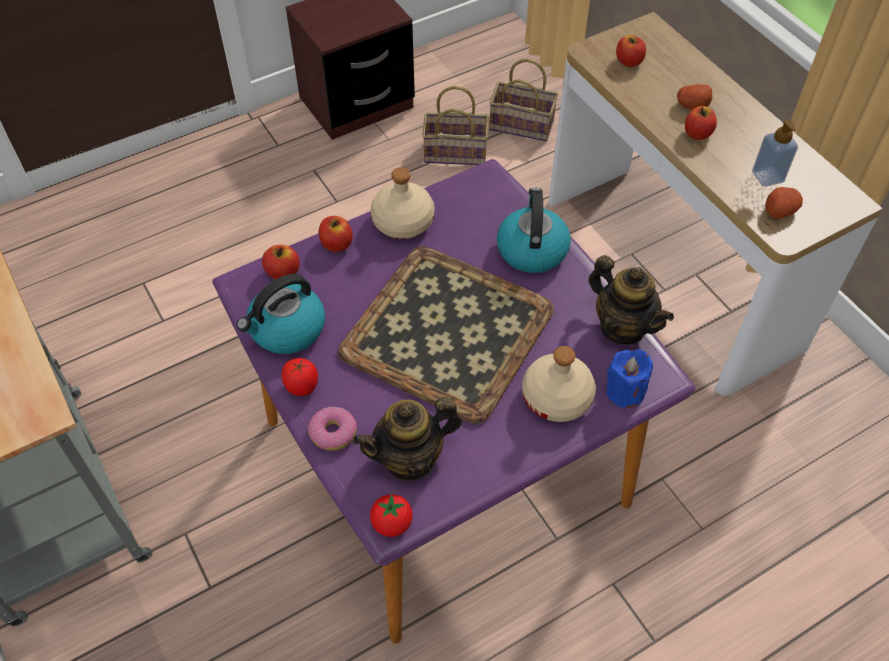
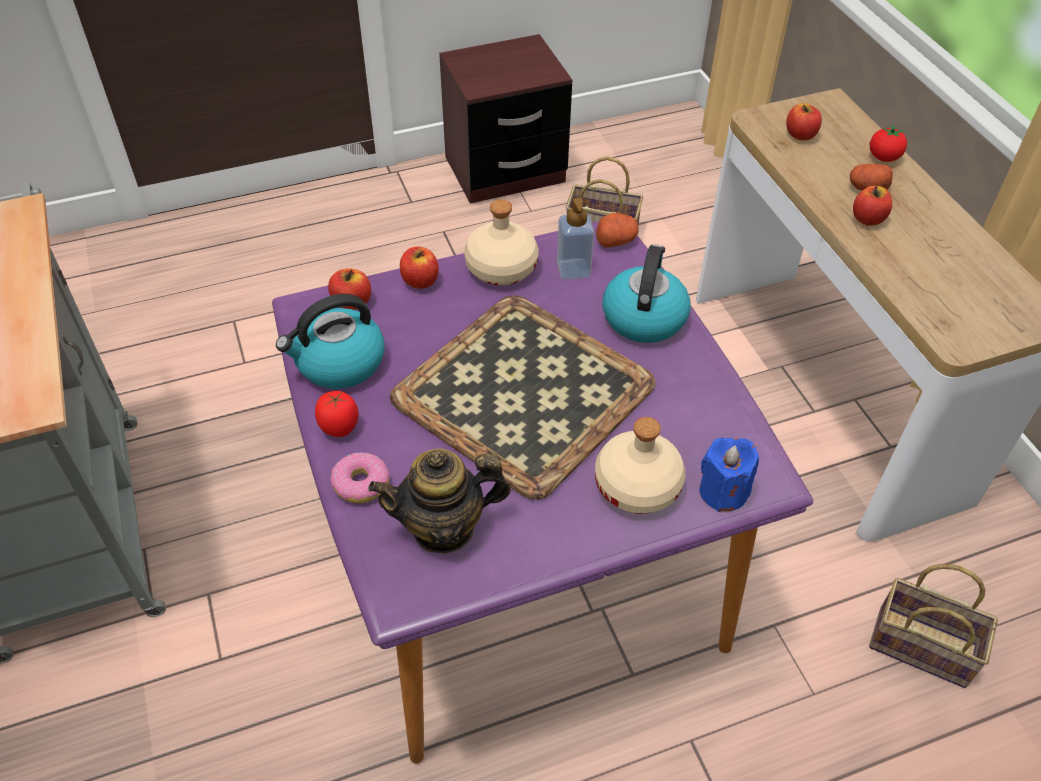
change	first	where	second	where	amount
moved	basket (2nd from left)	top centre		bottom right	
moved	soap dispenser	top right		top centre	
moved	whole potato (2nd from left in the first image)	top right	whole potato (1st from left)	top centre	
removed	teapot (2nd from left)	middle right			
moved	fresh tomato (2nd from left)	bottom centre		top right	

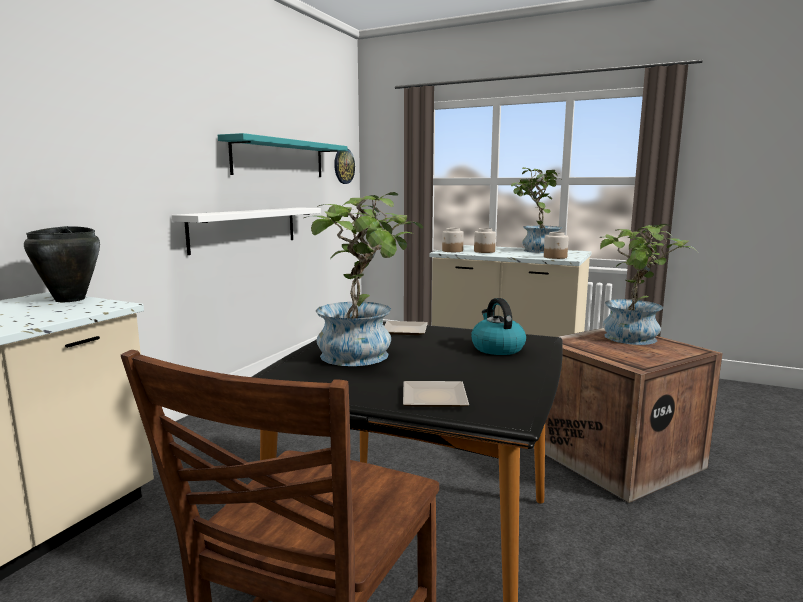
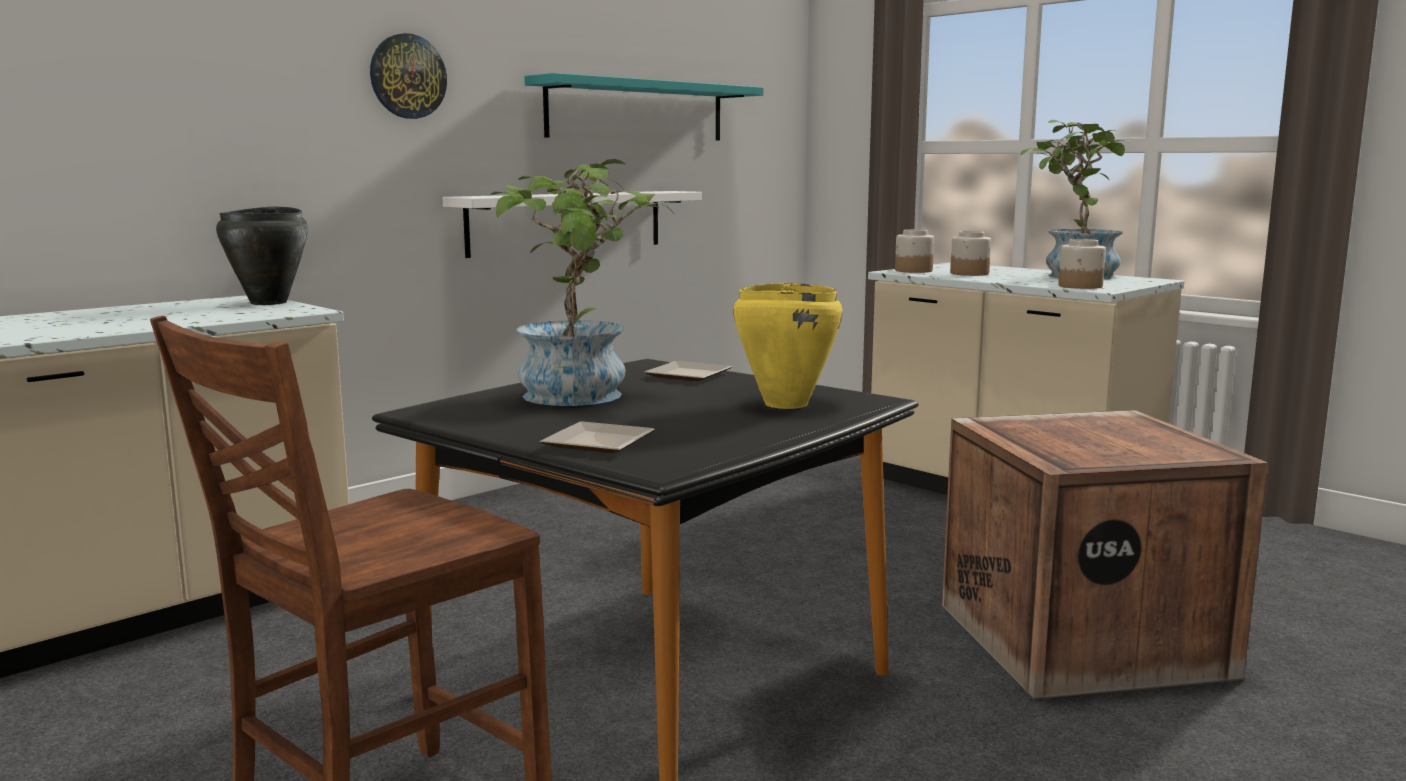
change	first	where	second	where	amount
moved	hanging clock	top centre		top left	
removed	houseplant (3rd from left)	middle right			
replaced	kettle	centre	yellow-coloured saucepot	centre	

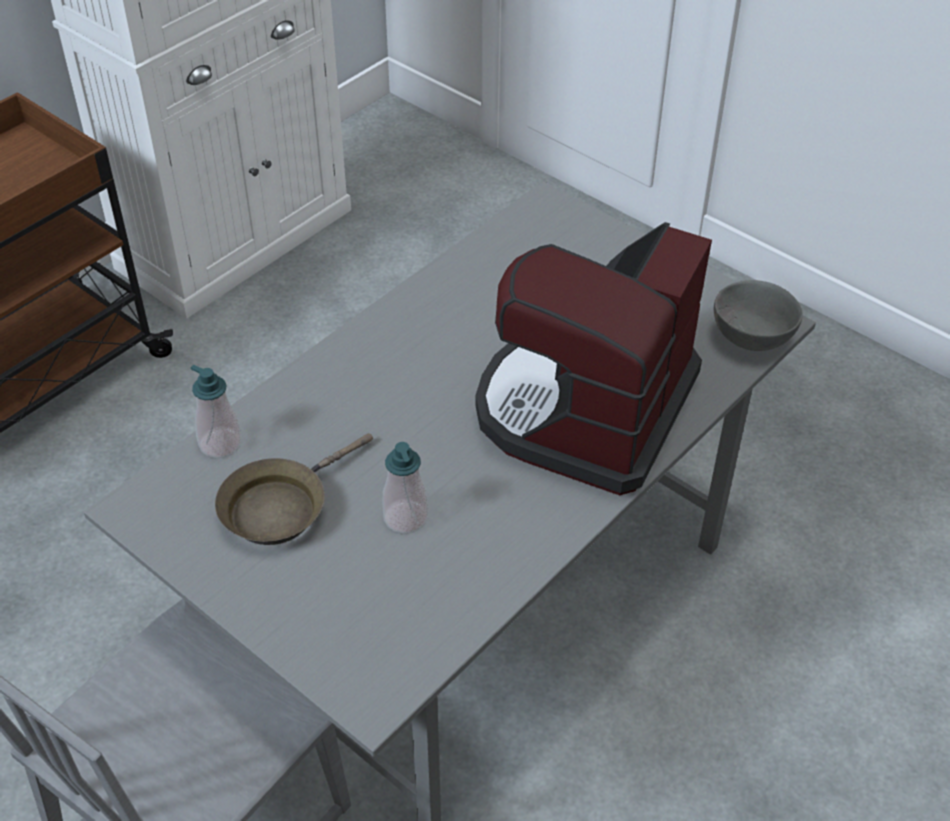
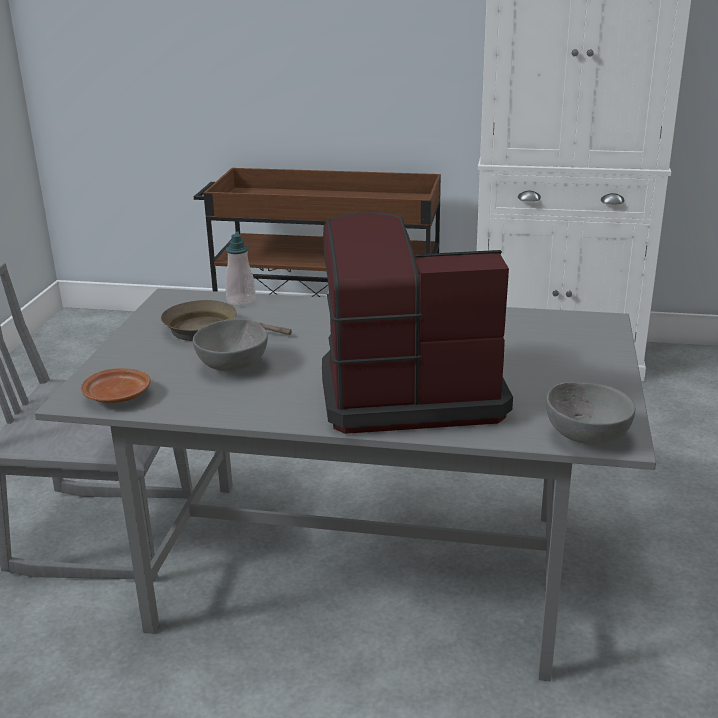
change	first	where	second	where	amount
replaced	soap dispenser (2nd from left)	centre	greyish bowl (1st from left)	middle left	
added			brown-coloured dinner plate	middle left	

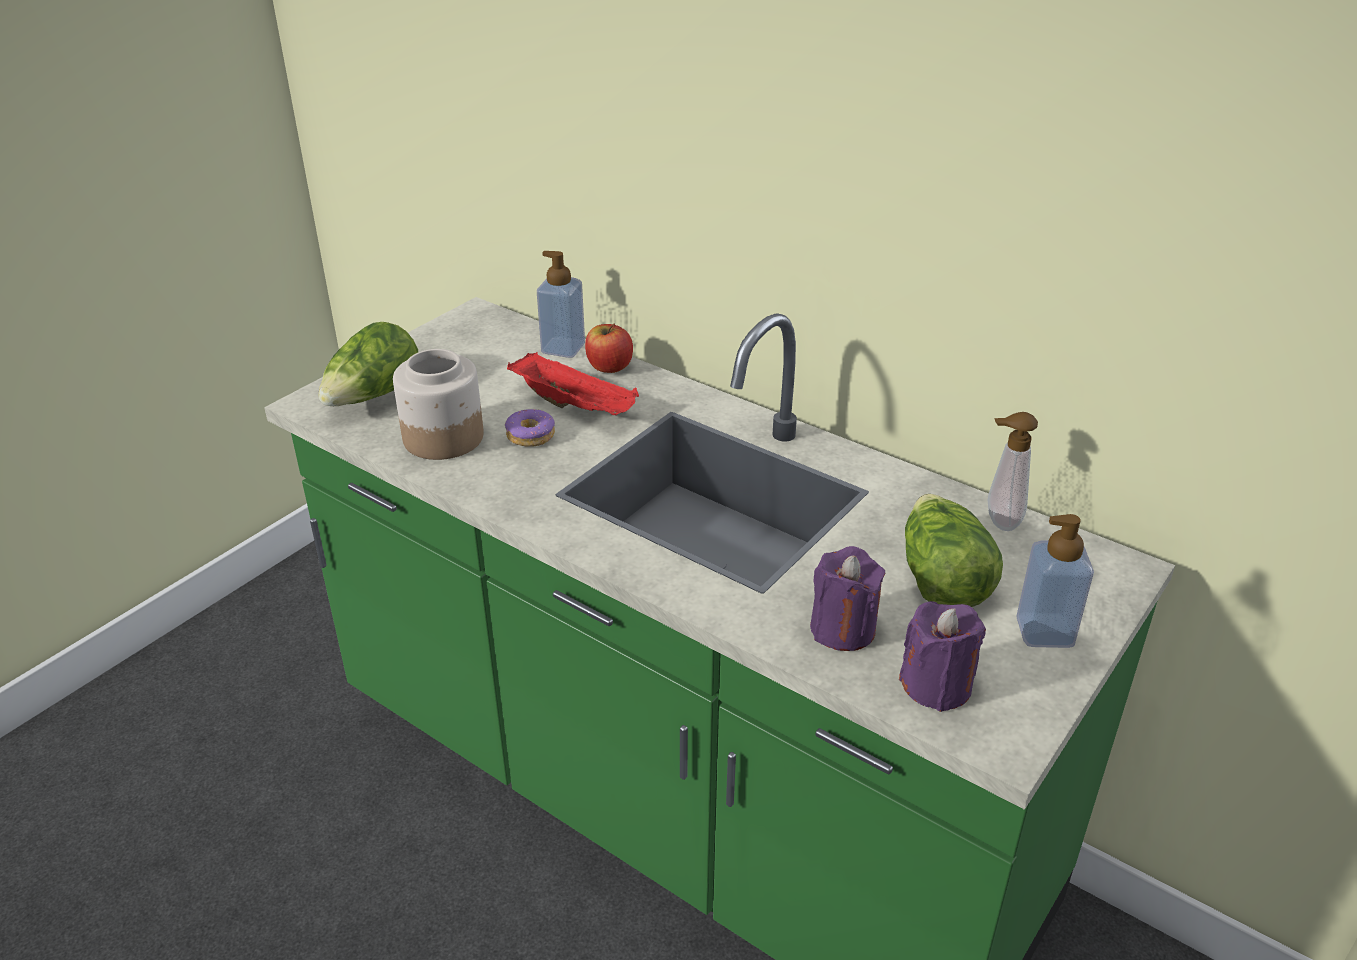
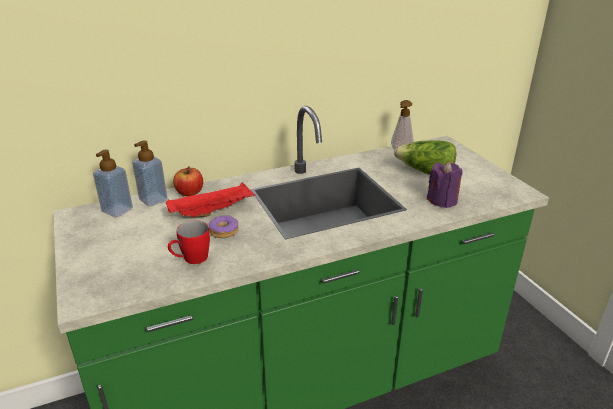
change	first	where	second	where	amount
removed	lettuce head (1st from left)	middle left			
replaced	storage jar	middle left	red-coloured coffee mug	middle left	
moved	soap dispenser (3rd from left in the first image)	middle right	soap dispenser (1st from left)	middle left	
removed	purple-coloured wax light (2nd from left)	bottom right			

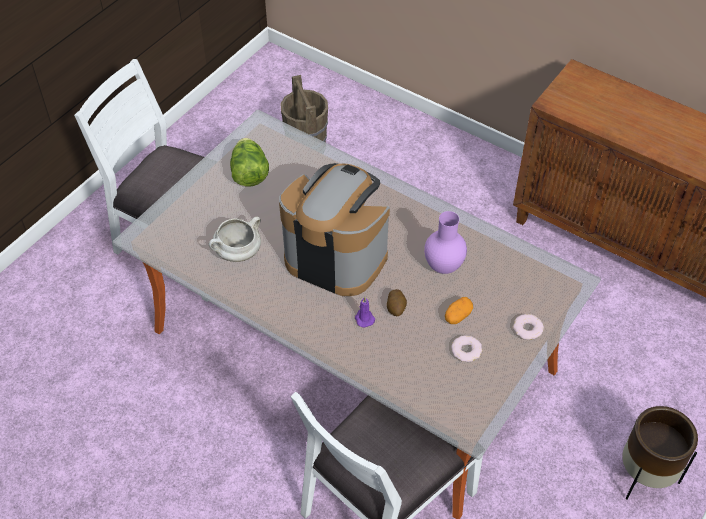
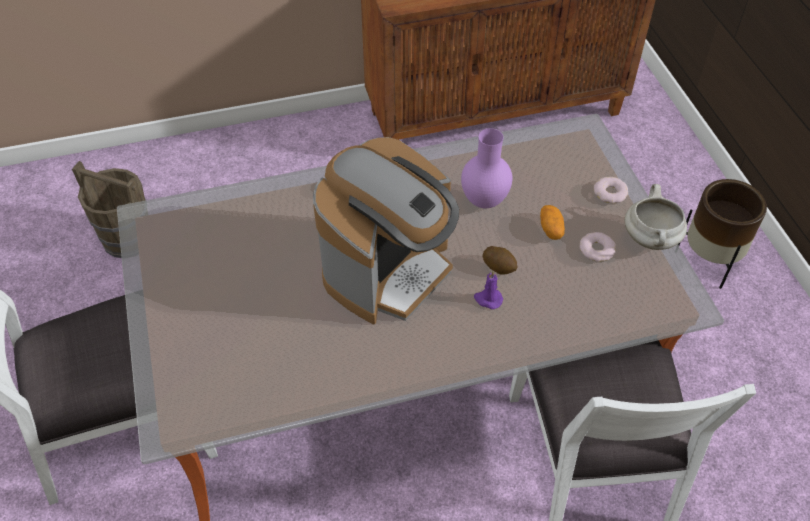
change	first	where	second	where	amount
removed	lettuce head	top centre			
turned	coffee maker	centre		centre	150 degrees clockwise
moved	white-coloured saucepot	middle left		middle right	

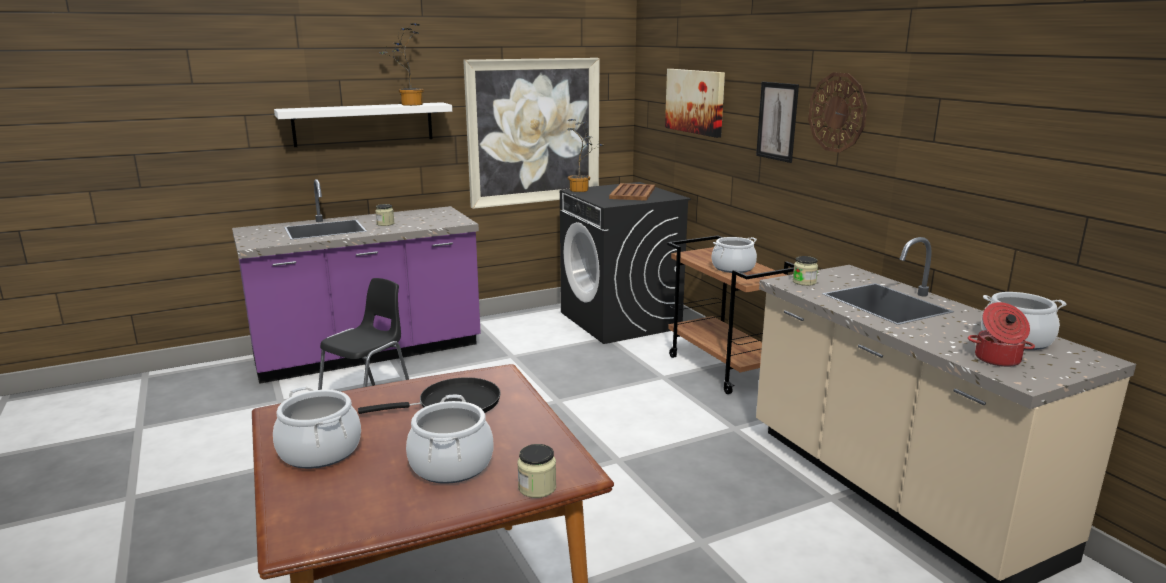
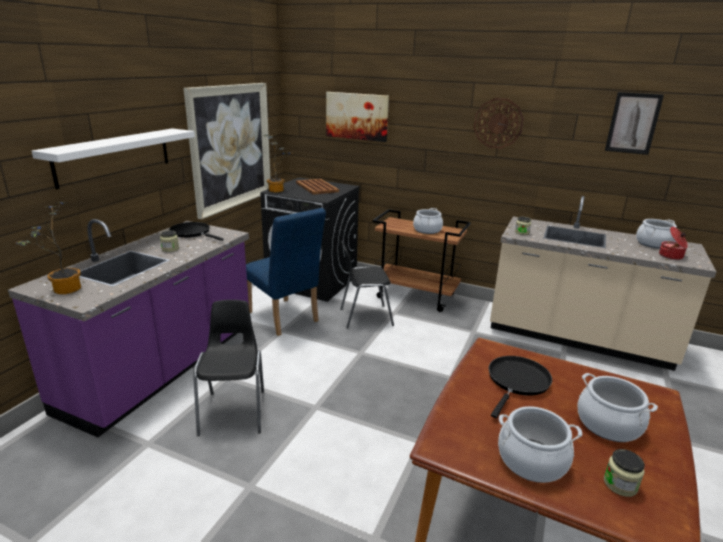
change	first	where	second	where	amount
moved	houseplant (1st from left)	top centre		middle left	
moved	wall picture (3rd from left)	top centre		top right	
moved	storage jar (2nd from left in the first image)	bottom centre	storage jar (3rd from left)	bottom right	
added			bluish plain chair	centre	
added			blackish skillet (1st from left)	middle left	
added			blackish plain chair (2nd from left)	centre	

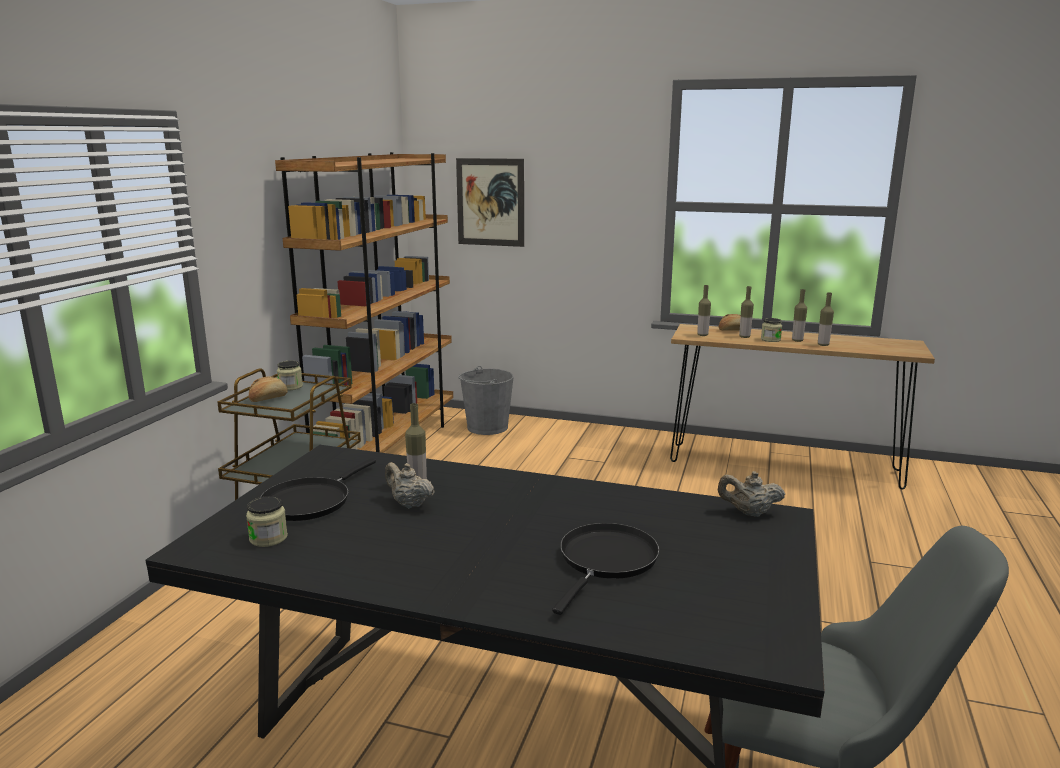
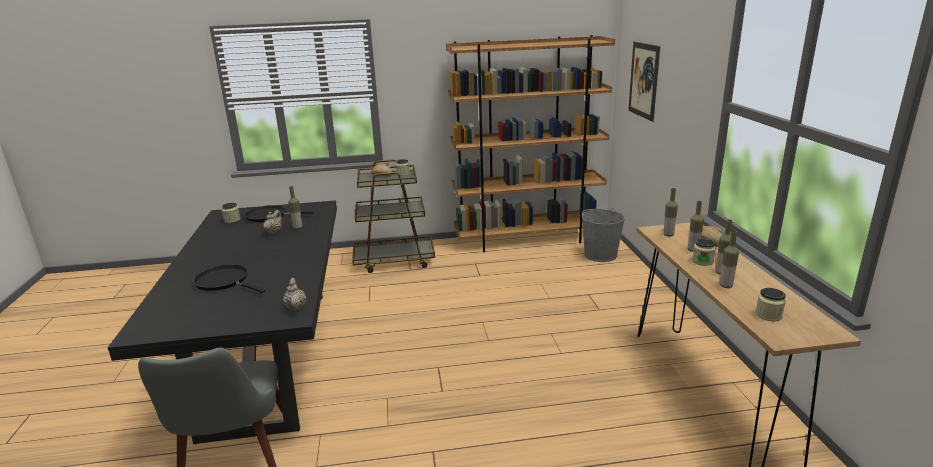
change	first	where	second	where	amount
turned	blackish skillet (2nd from left in the first image)	bottom centre	blackish skillet (1st from left)	middle left	150 degrees counterclockwise
added			storage jar (4th from left)	middle right	

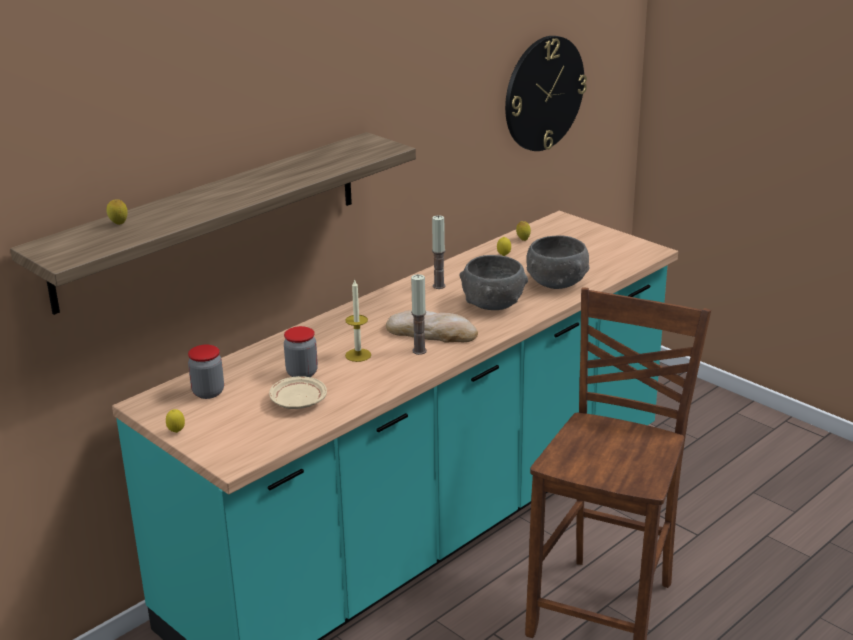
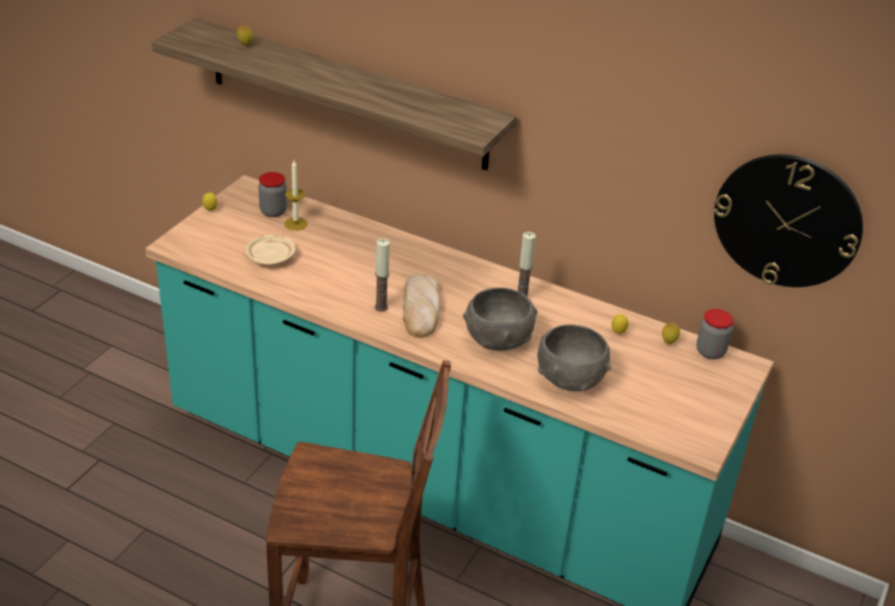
change	first	where	second	where	amount
moved	wax light (1st from left)	centre		top left	
moved	storage jar (2nd from left)	centre		middle right	

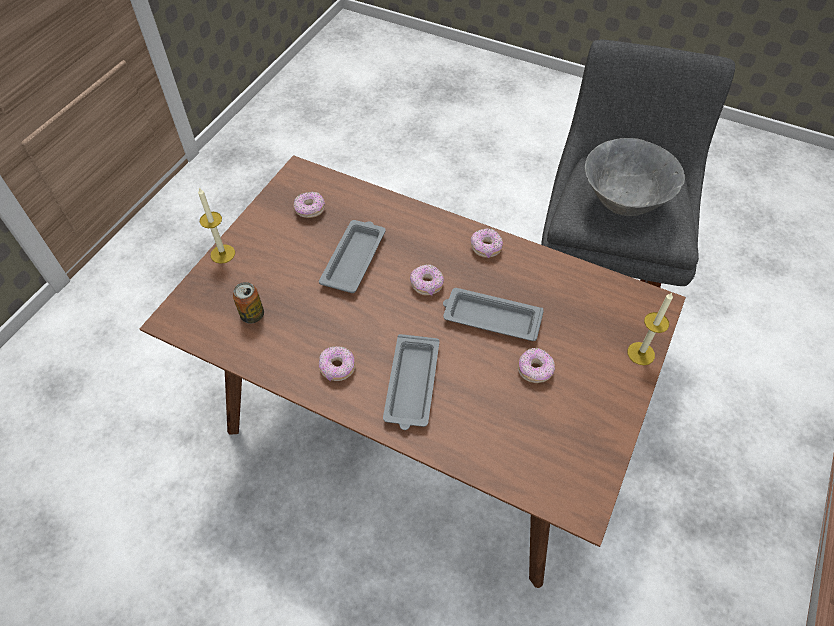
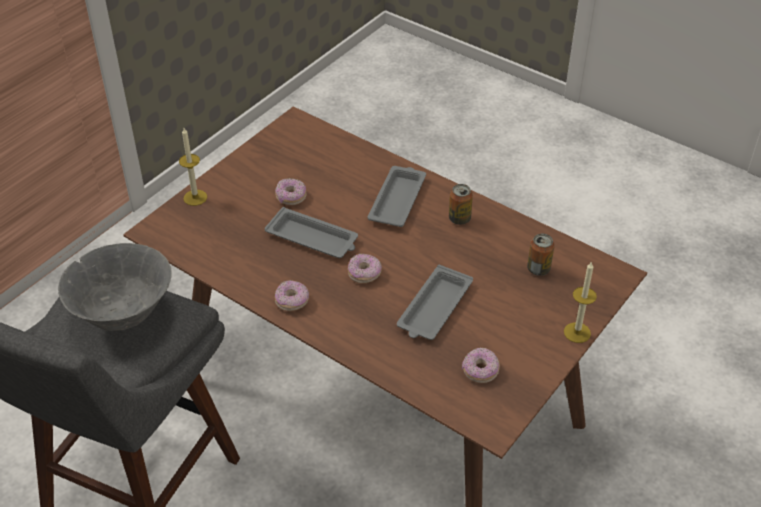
change	first	where	second	where	amount
replaced	ring doughnut (2nd from left)	centre	can (1st from left)	centre	

